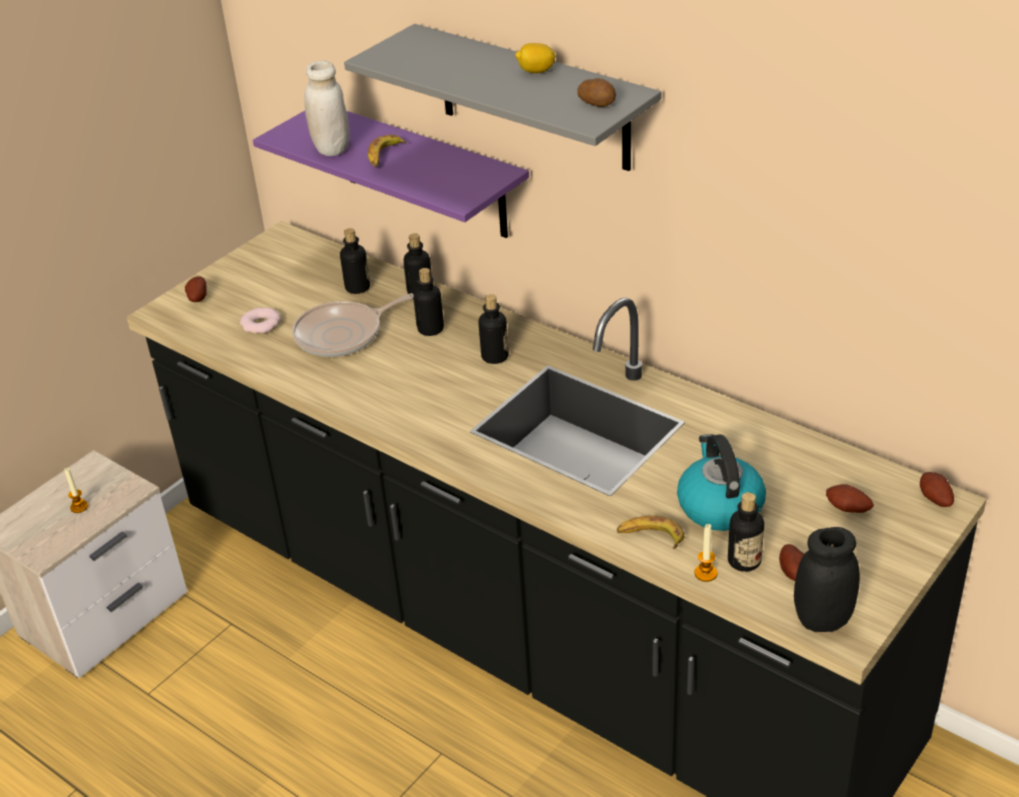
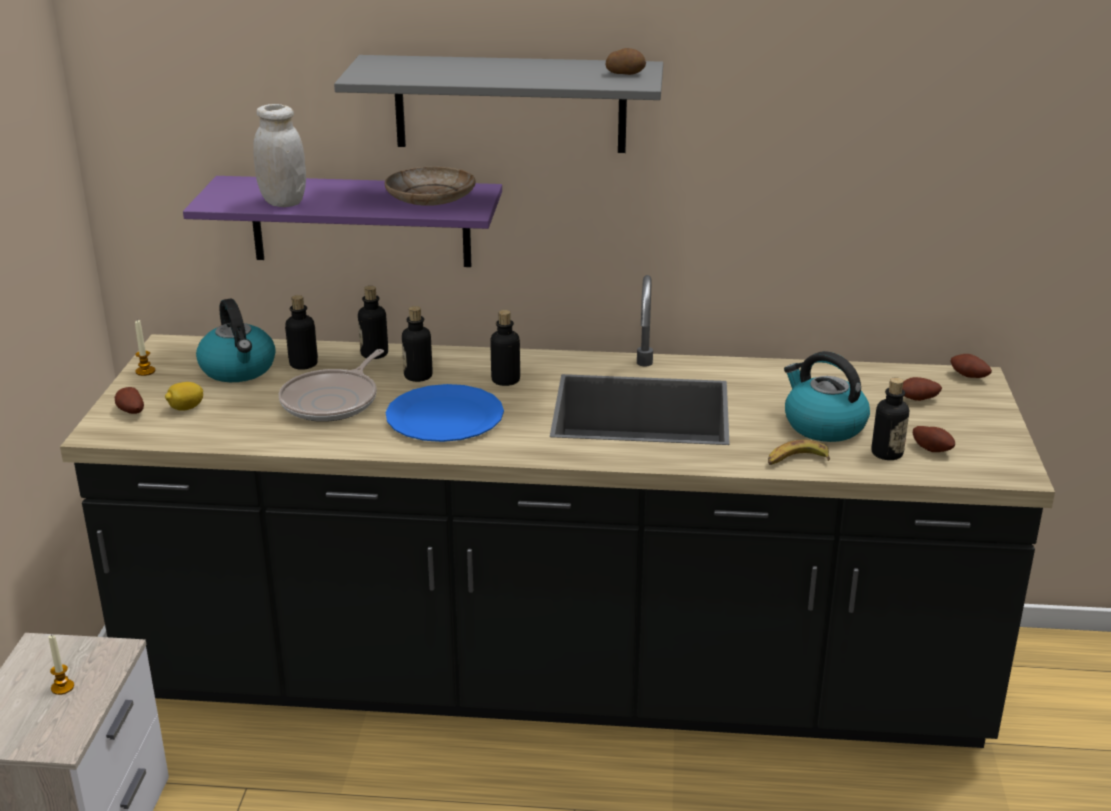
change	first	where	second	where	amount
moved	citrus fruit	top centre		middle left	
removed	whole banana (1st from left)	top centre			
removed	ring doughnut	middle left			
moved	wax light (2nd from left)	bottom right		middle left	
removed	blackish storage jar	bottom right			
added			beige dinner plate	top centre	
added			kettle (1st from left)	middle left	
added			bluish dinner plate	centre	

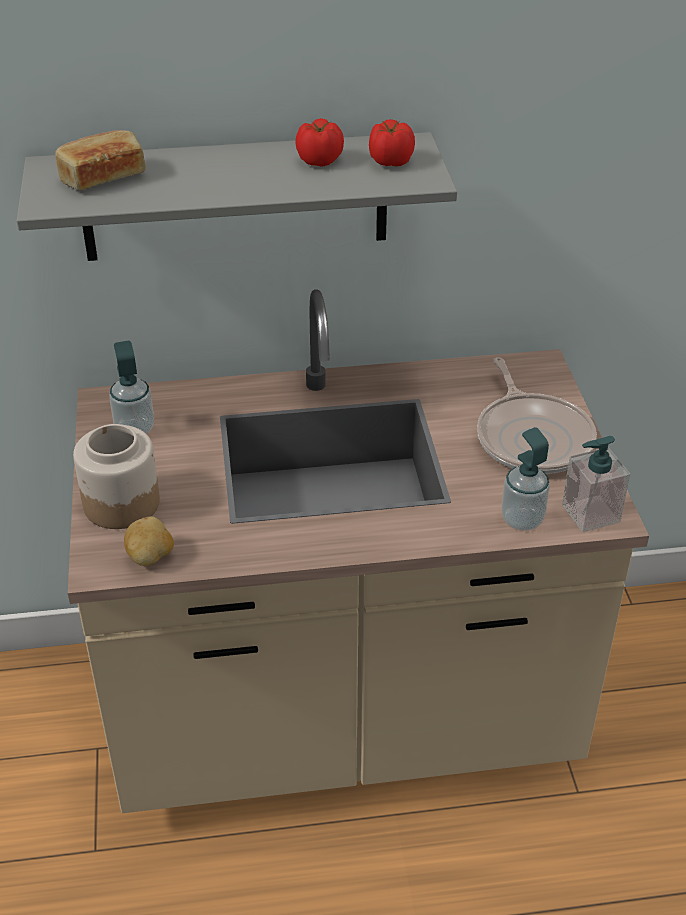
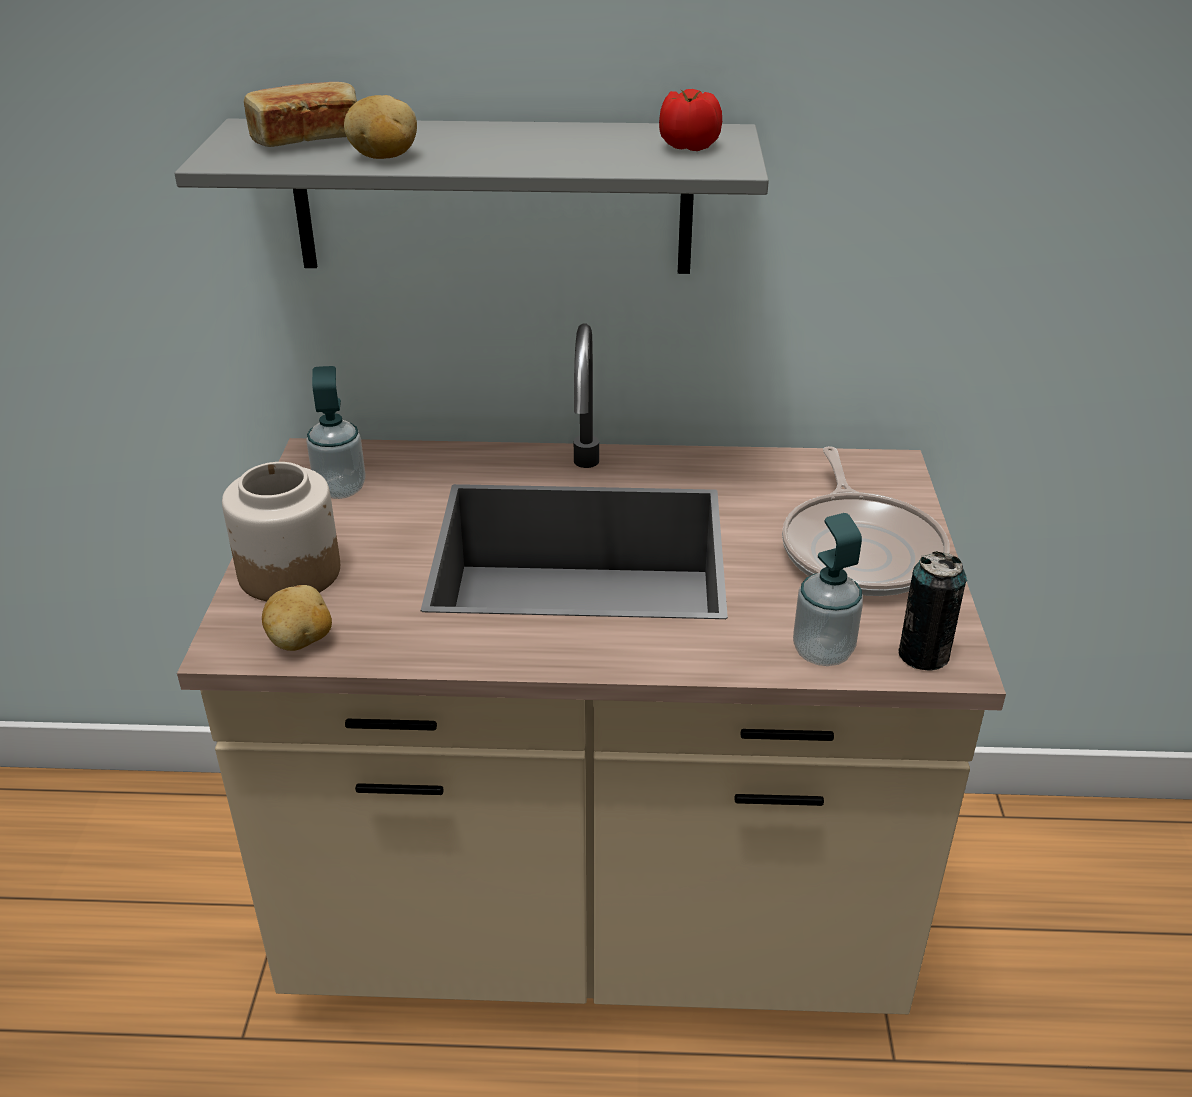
change	first	where	second	where	amount
removed	fresh tomato (1st from left)	top centre			
replaced	soap dispenser (3rd from left)	middle right	can	middle right	
added			whole potato (2nd from left)	top left	

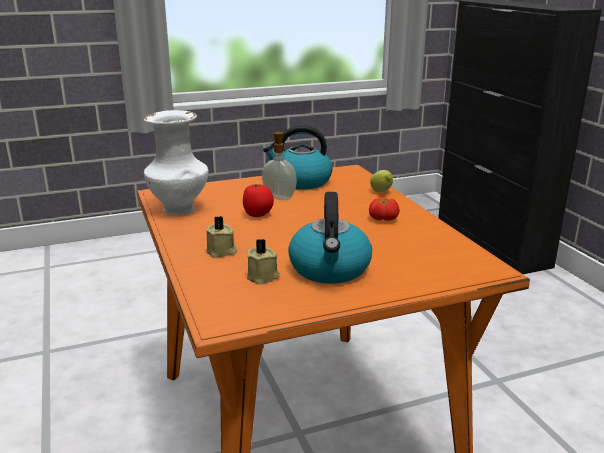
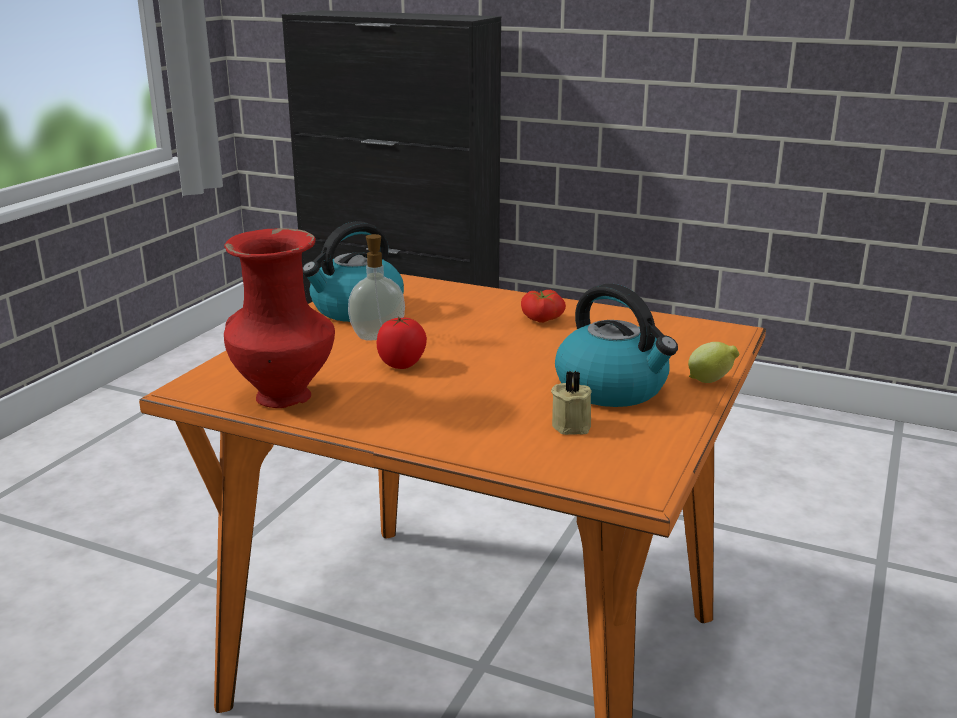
change	first	where	second	where	amount
recoloured	white-coloured decorative vase	middle left	red-coloured decorative vase	middle left	
moved	citrus fruit	centre		middle right	
removed	beige wax light (1st from left)	centre			

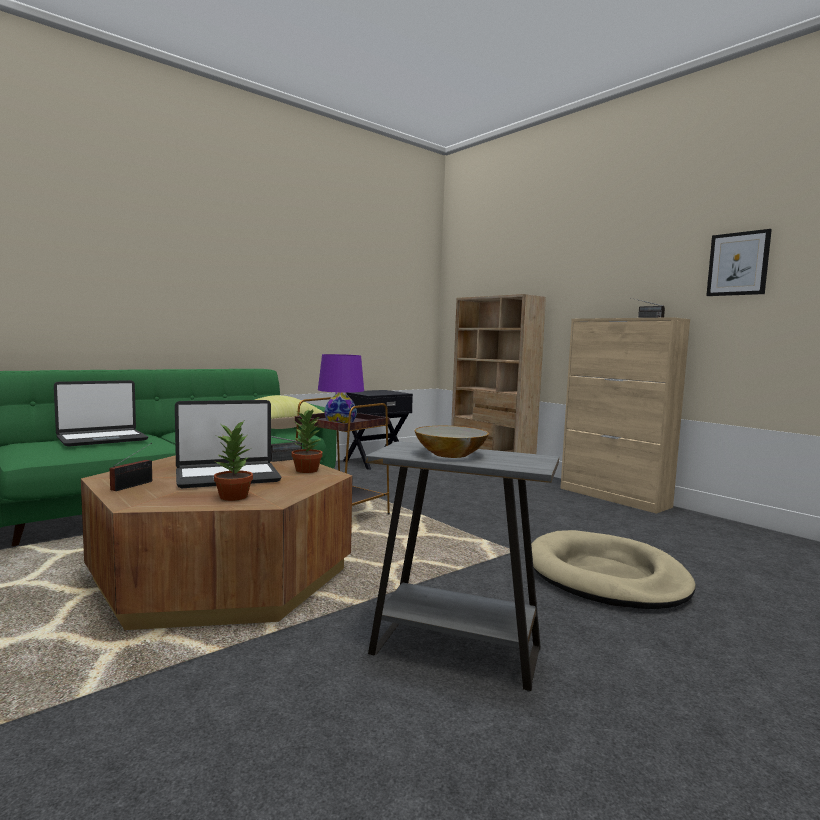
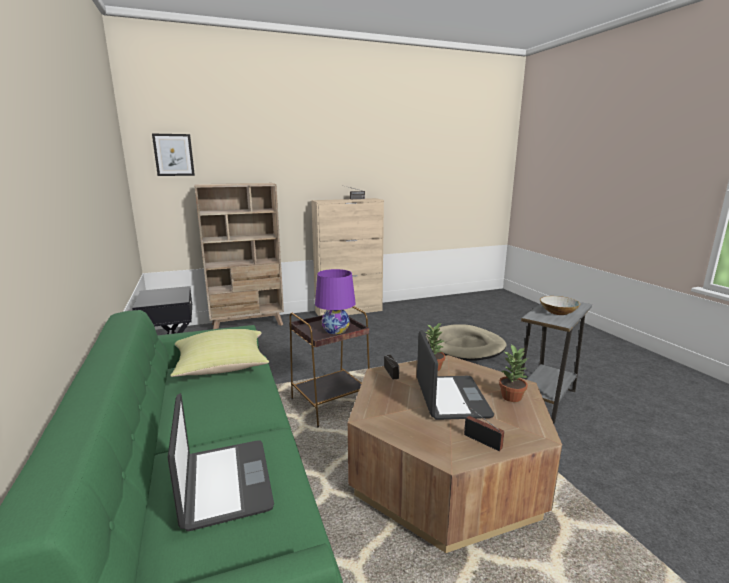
change	first	where	second	where	amount
moved	wall picture	top right		top left	

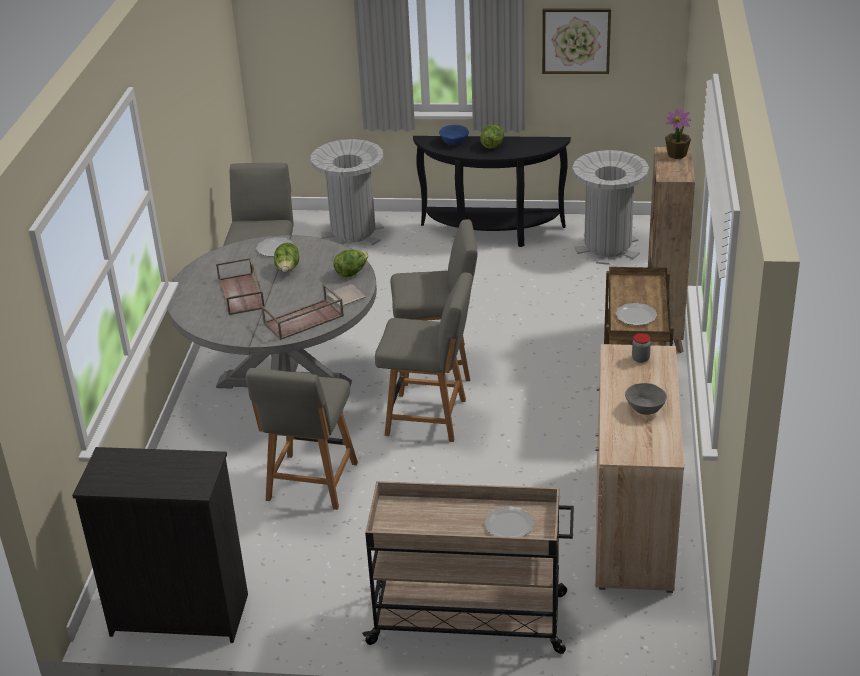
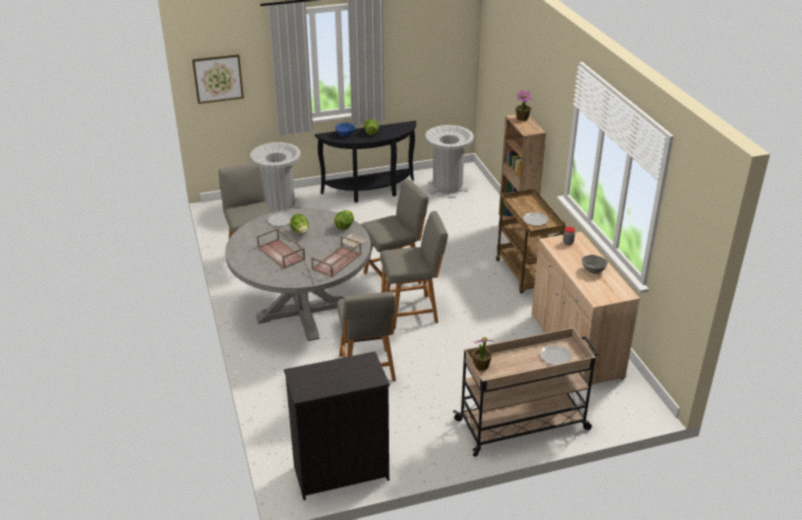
change	first	where	second	where	amount
moved	wall picture	top right		top left	
added			houseplant (1st from left)	bottom centre	

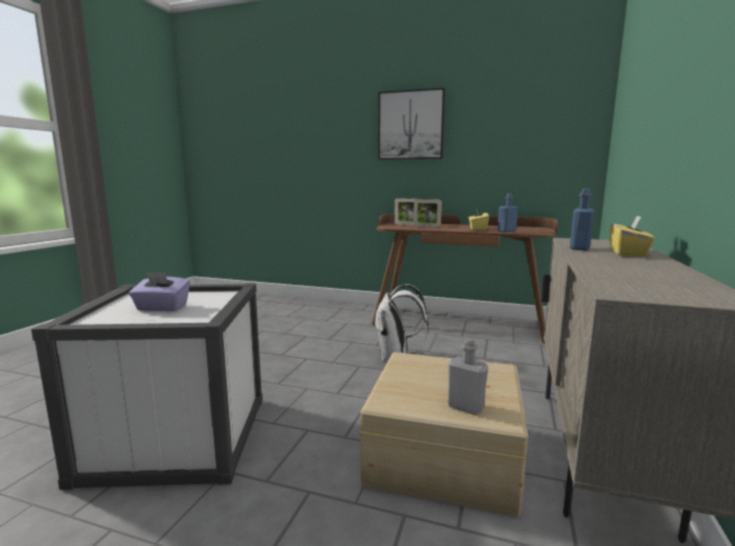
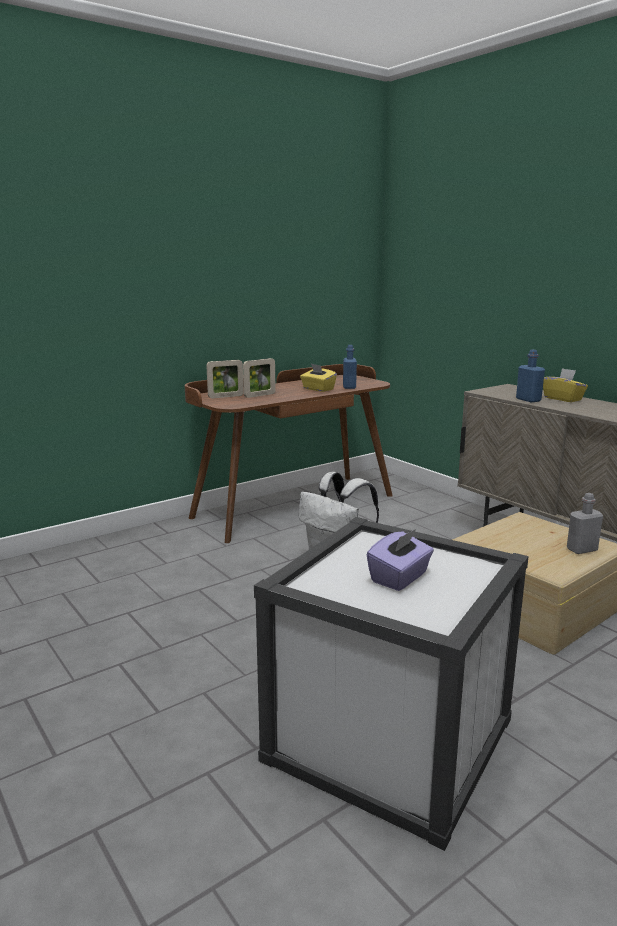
change	first	where	second	where	amount
removed	wall picture	top centre			

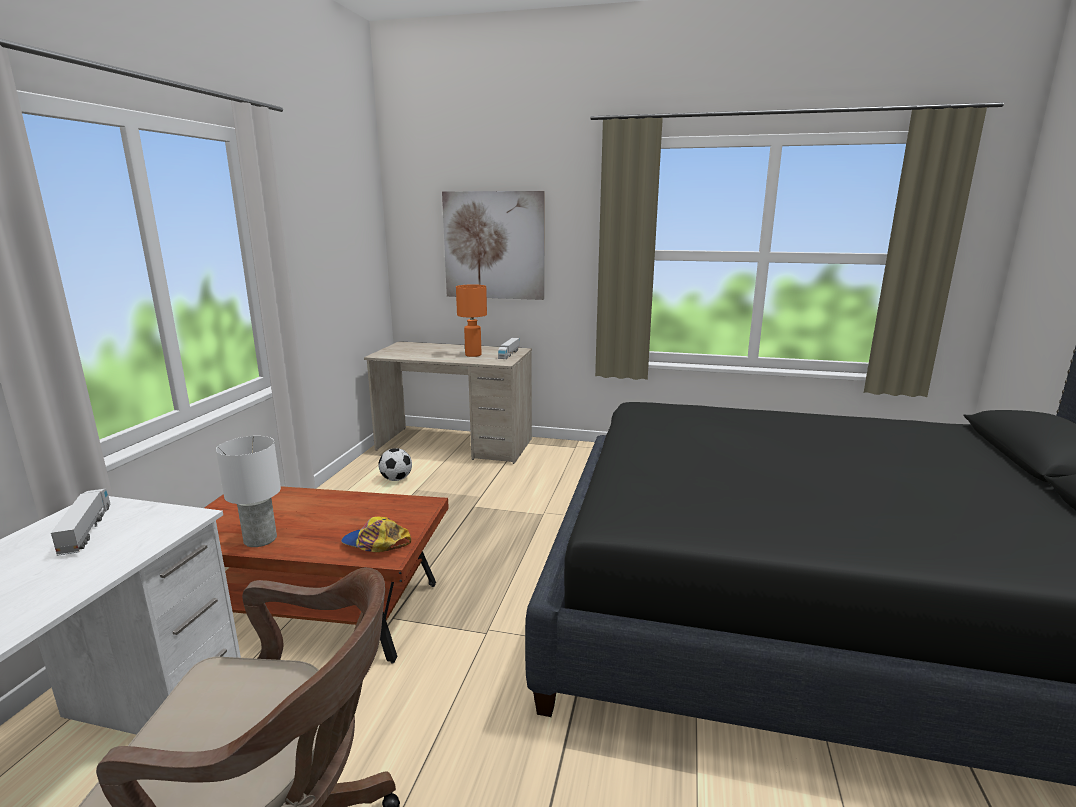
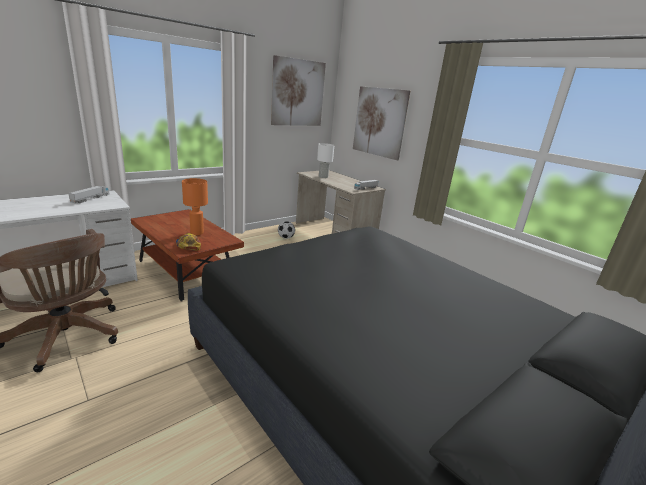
change	first	where	second	where	amount
moved	orange tabletop lamp	centre		middle left	
moved	white-coloured tabletop lamp	middle left		top centre	
added			wall picture (1st from left)	top centre	

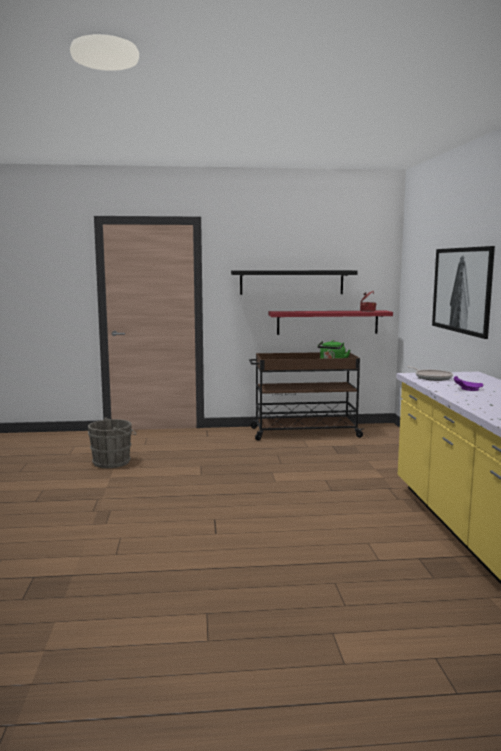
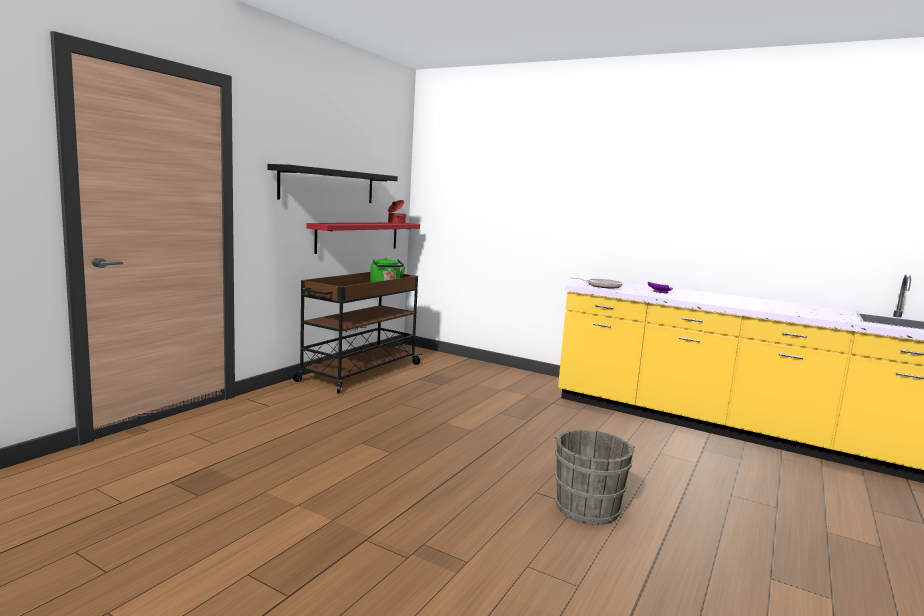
change	first	where	second	where	amount
removed	wall picture	middle right			
moved	greyish water bucket	middle left		bottom centre	

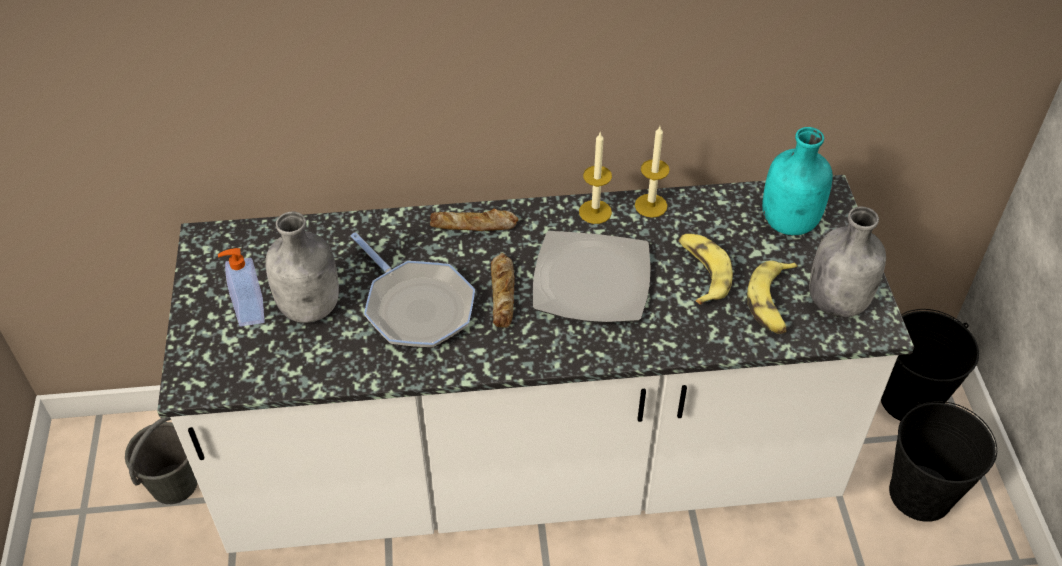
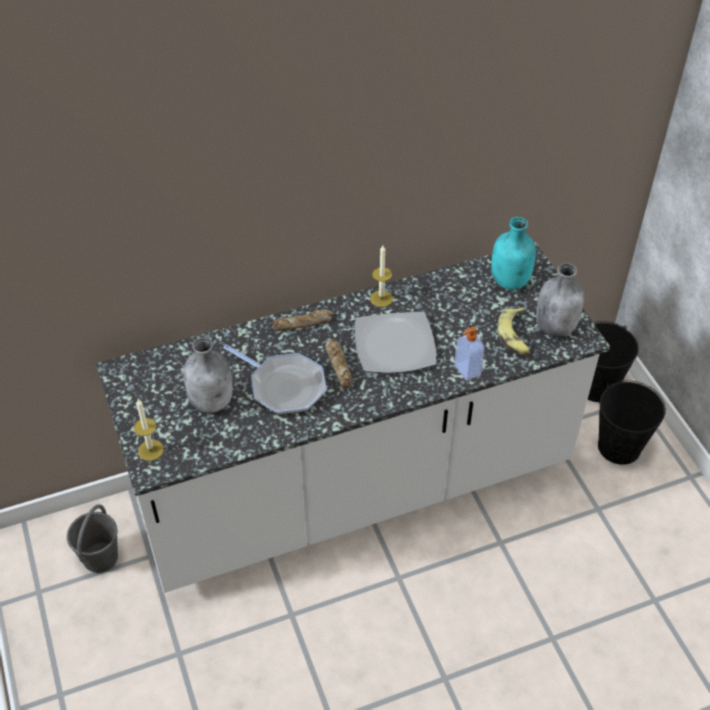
change	first	where	second	where	amount
moved	wax light (2nd from left in the first image)	top centre	wax light (1st from left)	middle left	
removed	whole banana (1st from left)	centre			
moved	soap dispenser	middle left		centre	

